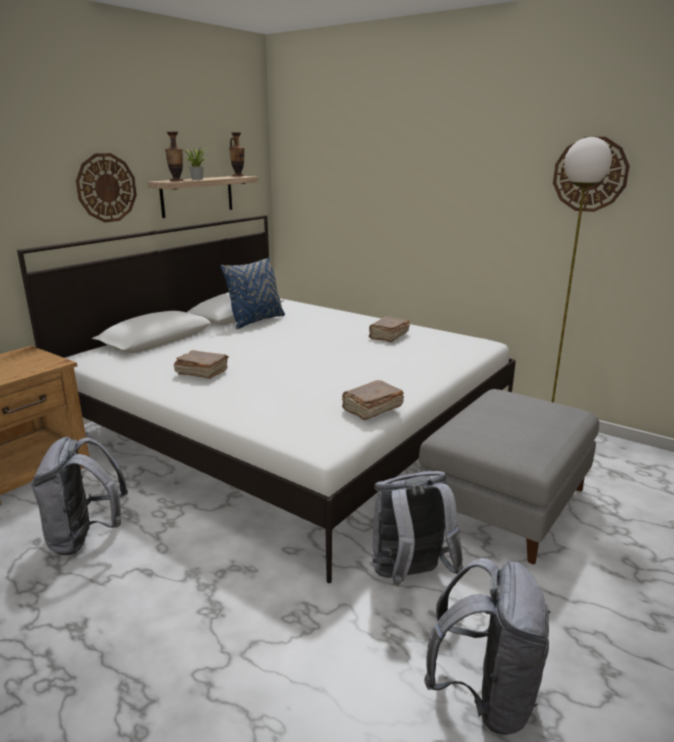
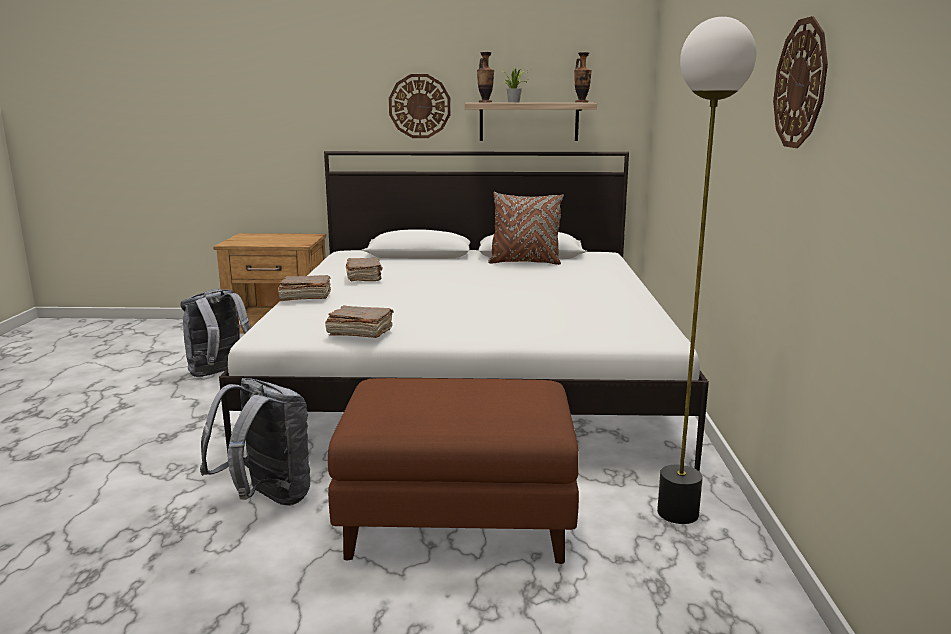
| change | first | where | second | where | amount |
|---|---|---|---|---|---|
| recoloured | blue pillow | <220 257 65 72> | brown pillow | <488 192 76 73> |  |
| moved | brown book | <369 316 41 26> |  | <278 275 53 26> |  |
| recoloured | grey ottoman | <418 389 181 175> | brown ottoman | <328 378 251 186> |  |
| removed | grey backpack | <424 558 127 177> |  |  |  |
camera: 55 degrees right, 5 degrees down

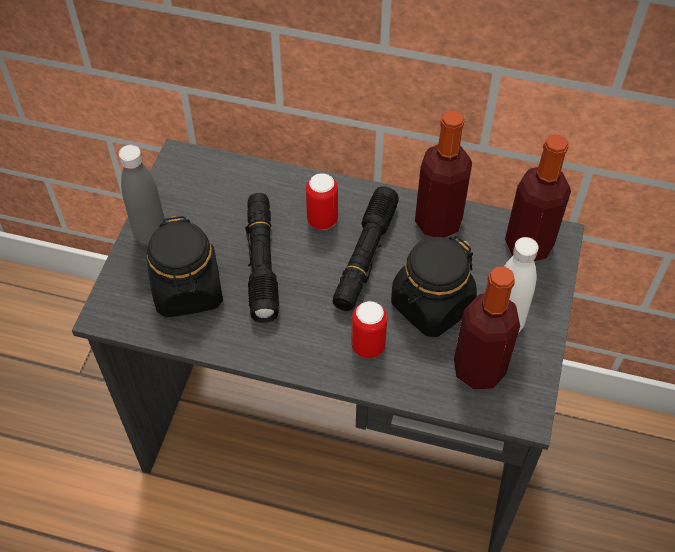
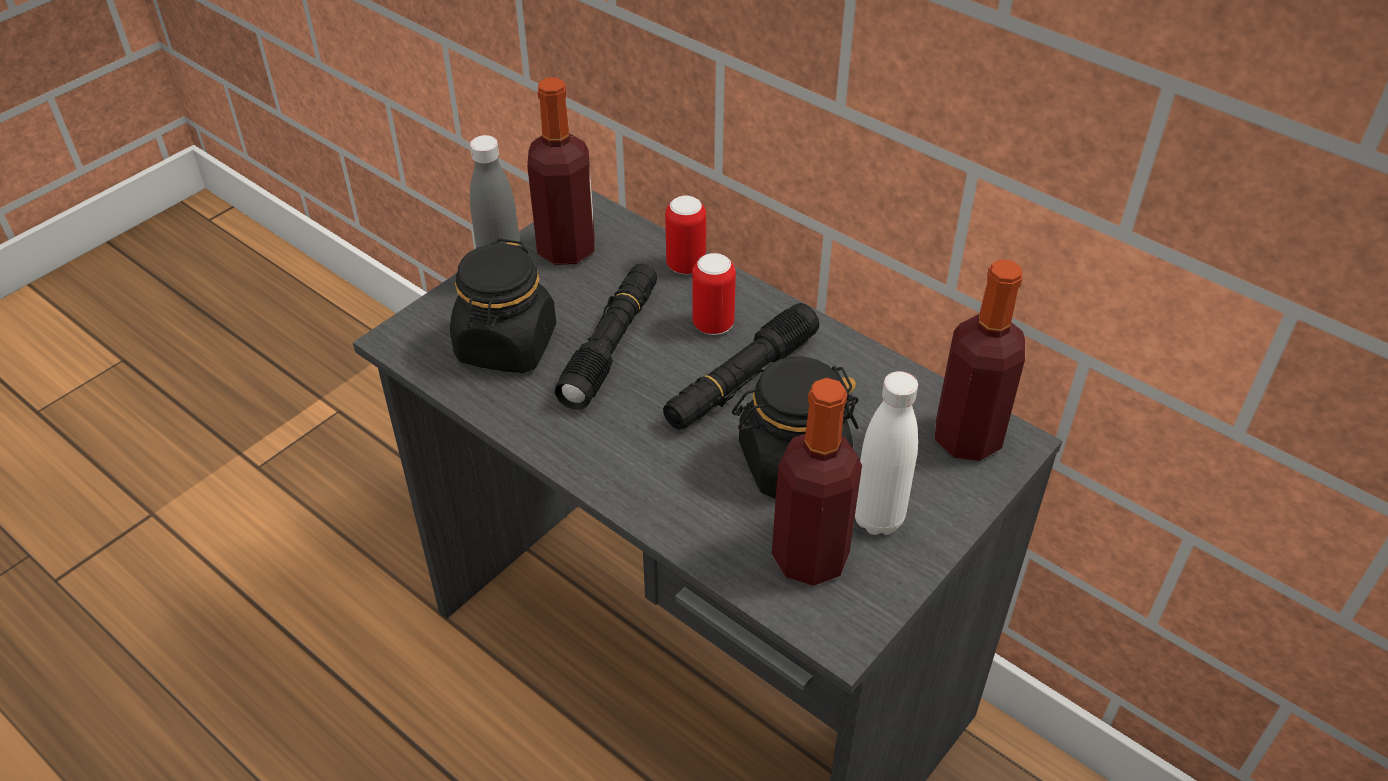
| change | first | where | second | where | amount |
|---|---|---|---|---|---|
| moved | can | <351 301 36 57> |  | <665 196 41 78> |  |
| moved | bottle | <415 110 57 128> |  | <527 77 68 188> |  |
camera: 25 degrees right, 10 degrees down

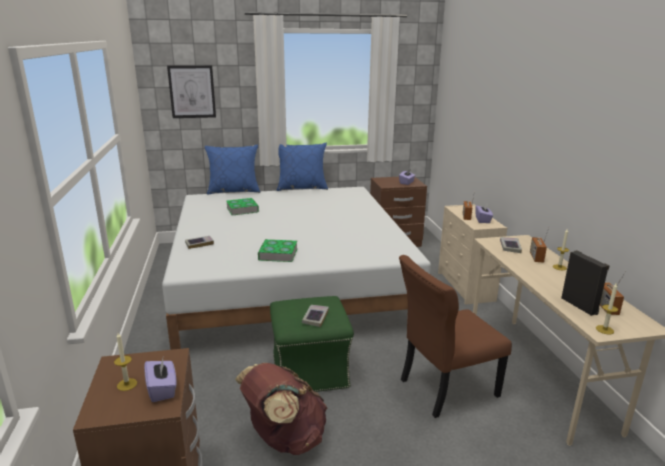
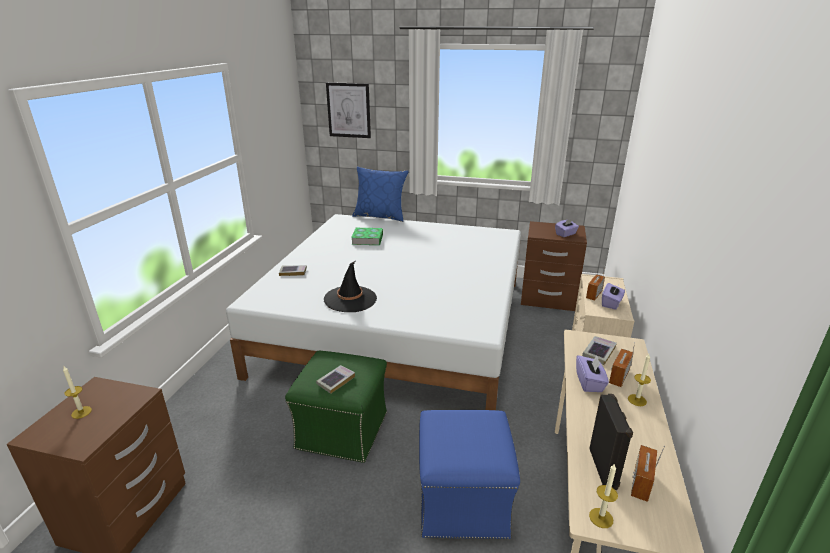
| change | first | where | second | where | amount |
|---|---|---|---|---|---|
| moved | purple tissue box | <144 359 32 43> |  | <576 355 33 37> |  |
| removed | brown backpack | <235 363 92 92> |  |  |  |
| replaced | book | <258 239 40 23> | black hat | <324 261 53 51> |  |
| removed | blue pillow | <277 143 51 48> |  |  |  |
| replaced | brown chair | <399 255 113 163> | blue ottoman | <419 410 101 129> |  |
camera: 25 degrees right, 5 degrees up

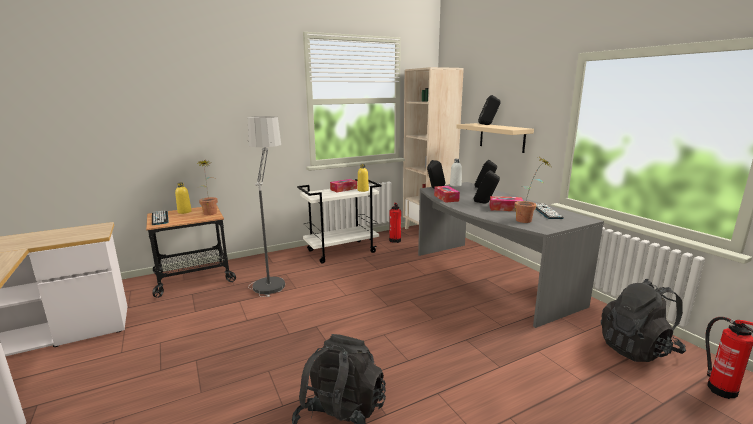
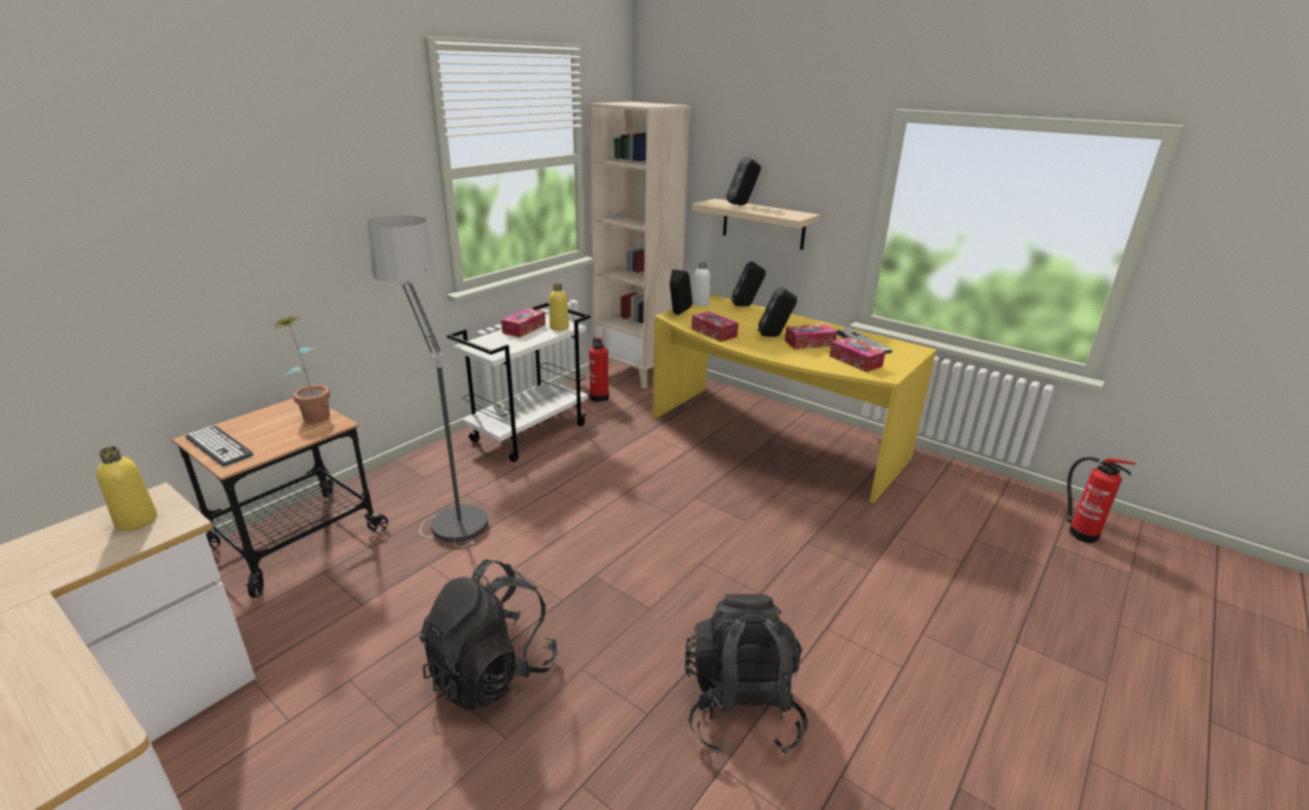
| change | first | where | second | where | amount |
|---|---|---|---|---|---|
| moved | yellow bottle | <175 182 17 32> |  | <97 446 60 85> |  |
| recoloured | grey desk | <418 182 186 146> | yellow desk | <652 294 285 210> |  |
| replaced | potted plant | <515 157 36 66> | tissue box | <829 337 56 35> |  |
| moved | black backpack | <601 279 85 83> |  | <419 559 139 152> |  |
camera: 25 degrees left, 10 degrees up

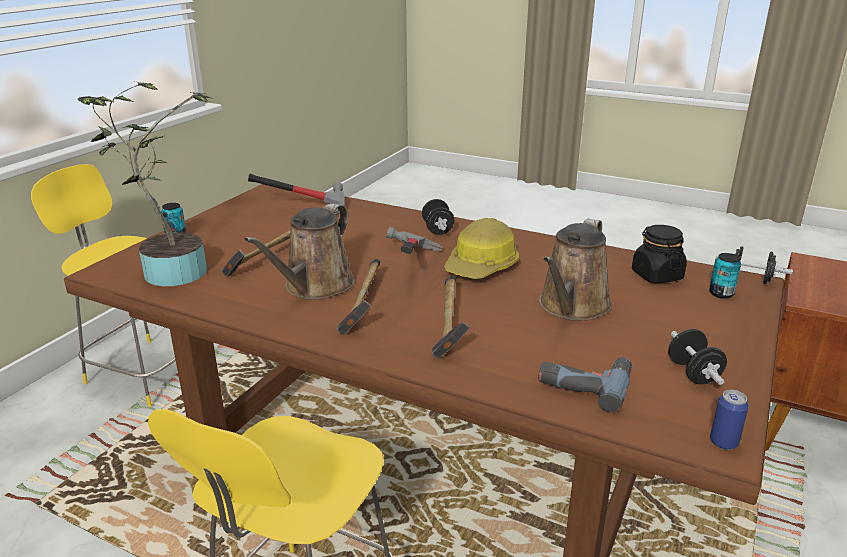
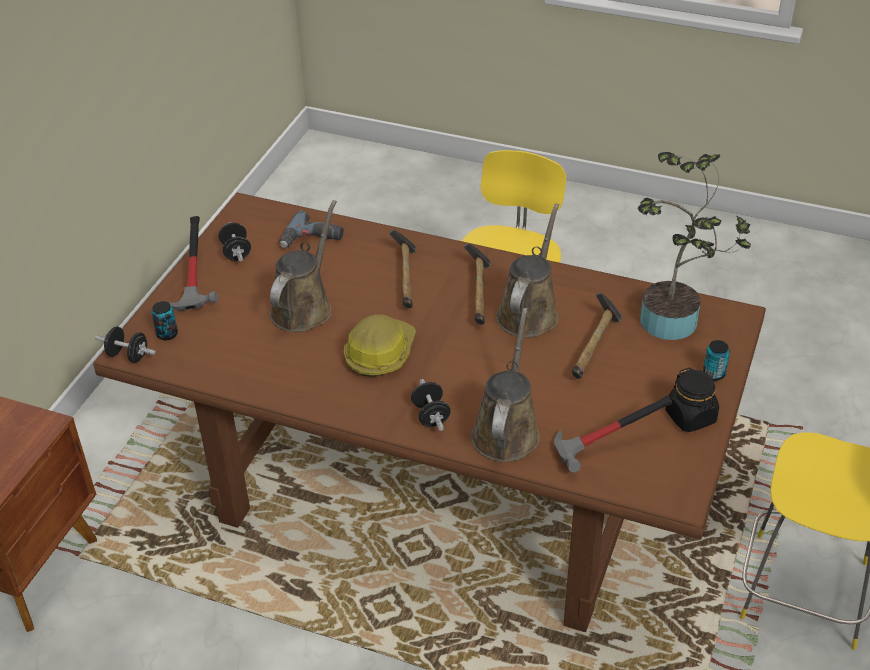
| change | first | where | second | where | amount |
|---|---|---|---|---|---|
| moved | hammer | <386 227 57 27> |  | <168 216 50 95> |  |
| moved | black jar | <632 225 55 58> |  | <665 367 54 65> |  |
| removed | can | <710 390 39 60> |  |  |  |
| added |  |  | brown watering can | <471 308 69 154> |  |
camera: 175 degrees right, 15 degrees up

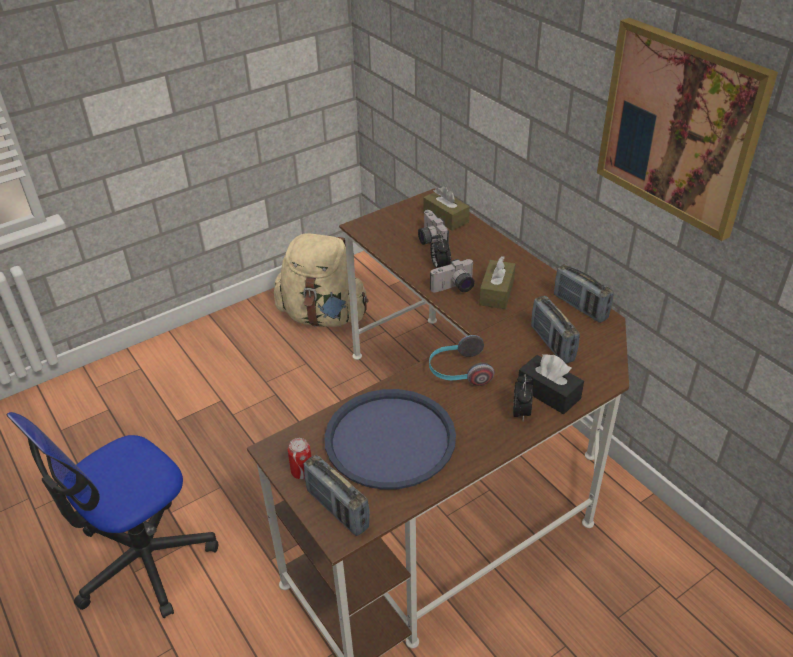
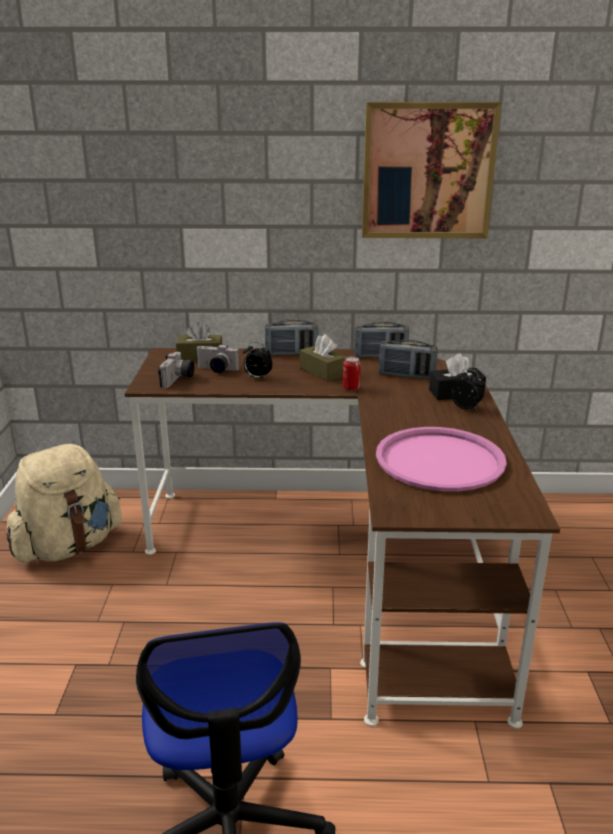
| change | first | where | second | where | amount |
|---|---|---|---|---|---|
| moved | can | <288 438 24 41> |  | <343 357 18 34> |  |
| moved | radio | <303 455 67 81> |  | <265 320 53 36> |  |
| recoloured | blue tray | <324 389 132 101> | pink tray | <376 427 131 65> |  |
| removed | headphones | <429 335 65 51> |  |  |  |
| moved | photo camera | <430 259 45 34> |  | <158 352 36 36> |  |
camera: 55 degrees left, 15 degrees down

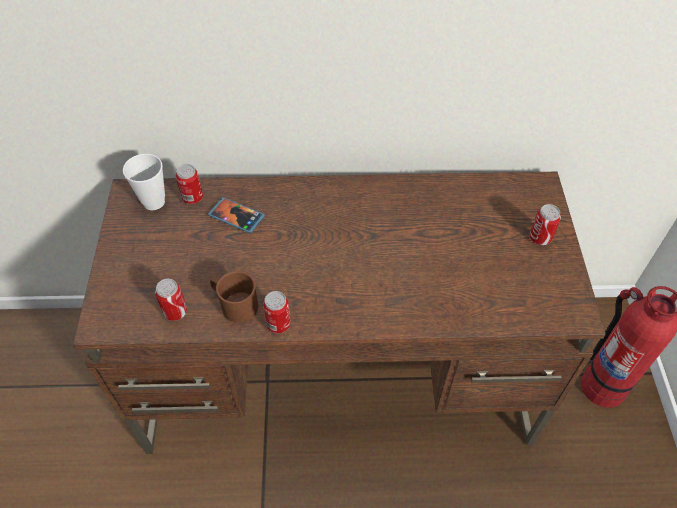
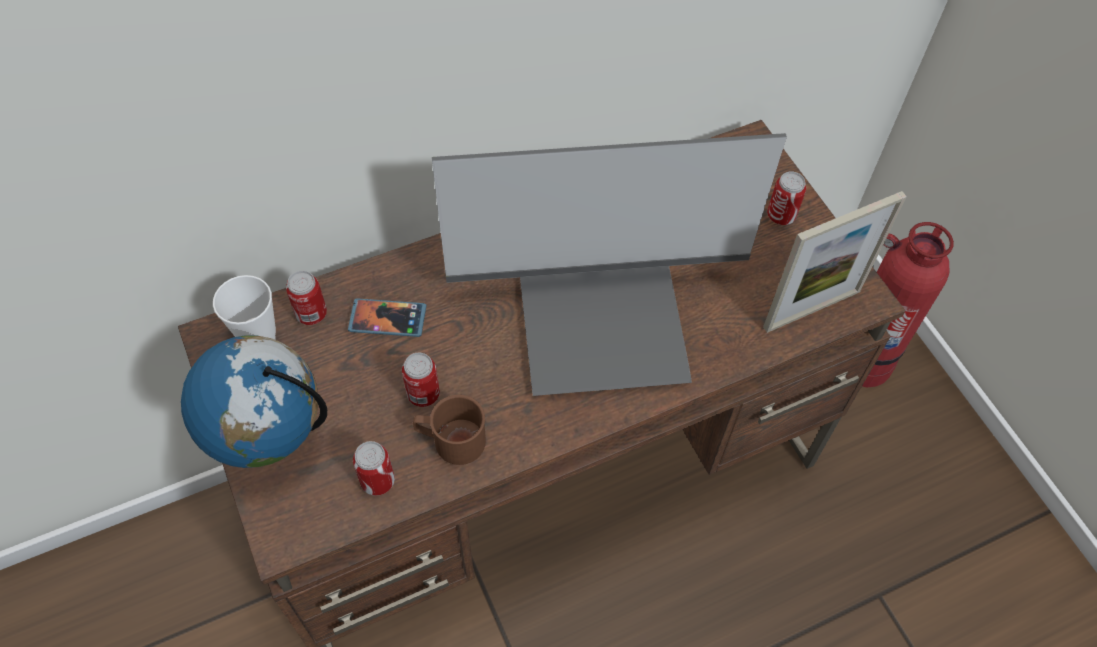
| change | first | where | second | where | amount |
|---|---|---|---|---|---|
| moved | can | <263 291 28 42> |  | <402 352 38 55> |  |
| added |  |  | globe | <181 335 146 133> |  |
| added |  |  | monitor | <432 133 355 263> |  |
| added |  |  | picture frame | <763 191 144 142> |  |
camera: 25 degrees left, 5 degrees up

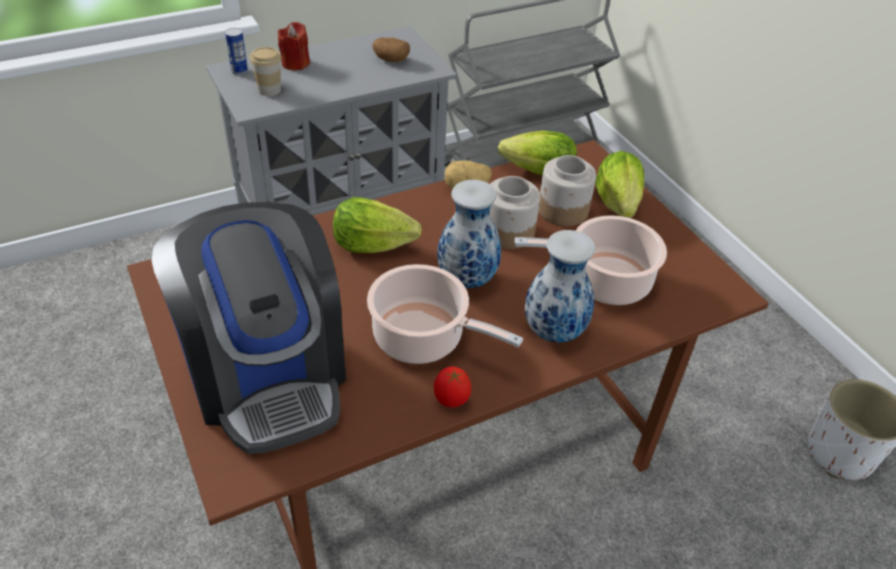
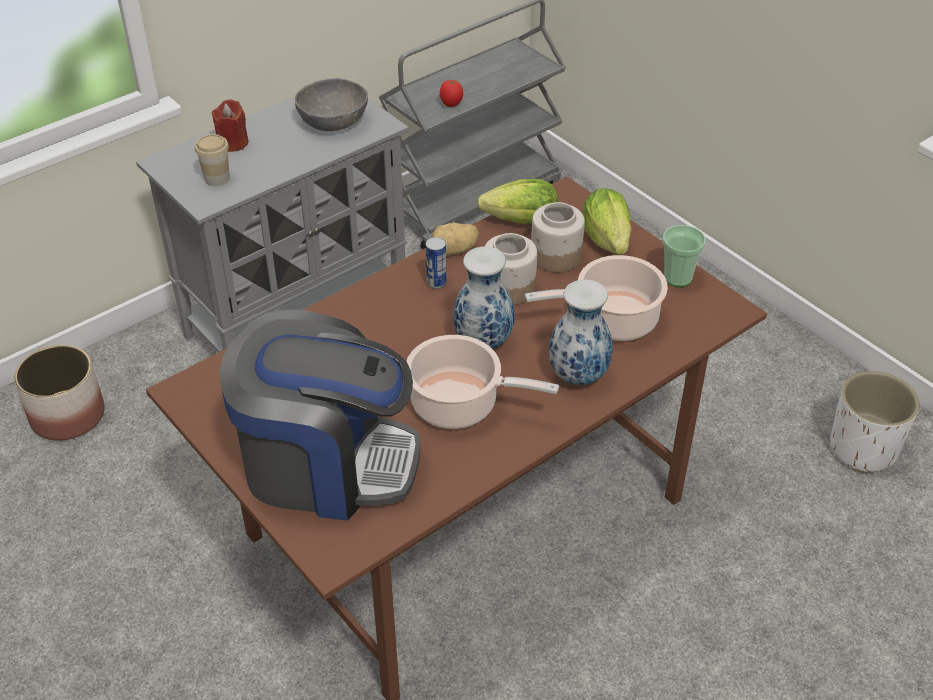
| change | first | where | second | where | amount |
|---|---|---|---|---|---|
| turned | coffee machine | <152 202 194 252> |  | <219 310 202 211> | 45 degrees counterclockwise |
| moved | can | <225 28 23 47> |  | <426 237 20 52> |  |
| removed | lettuce | <333 197 89 56> |  |  |  |
| replaced | potato | <372 38 38 24> | grey bowl | <295 78 73 53> |  |
| moved | tomato | <434 367 37 41> |  | <440 80 23 27> |  |
| added |  |  | planter | <14 345 91 96> |  |
| added |  |  | cup | <663 225 43 62> |  |
camera: 10 degrees left, 0 degrees up

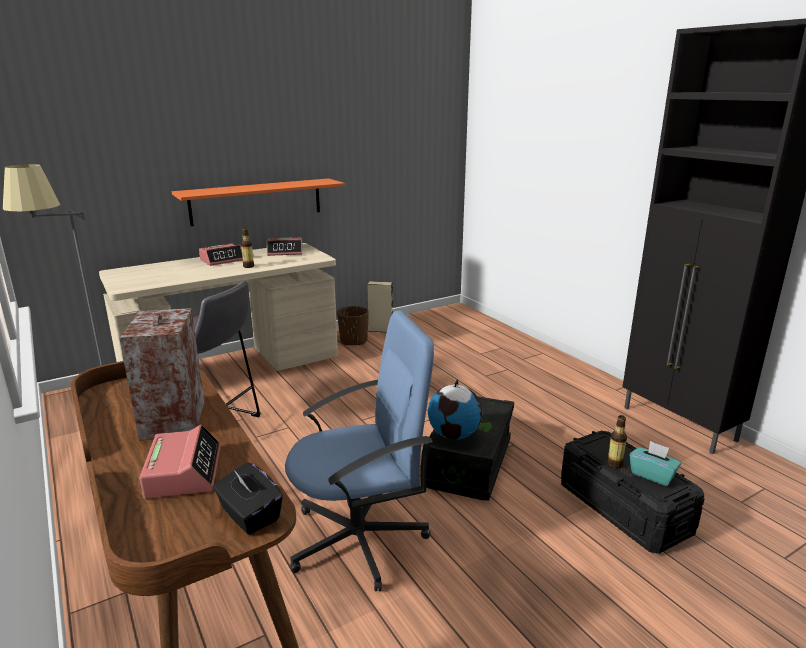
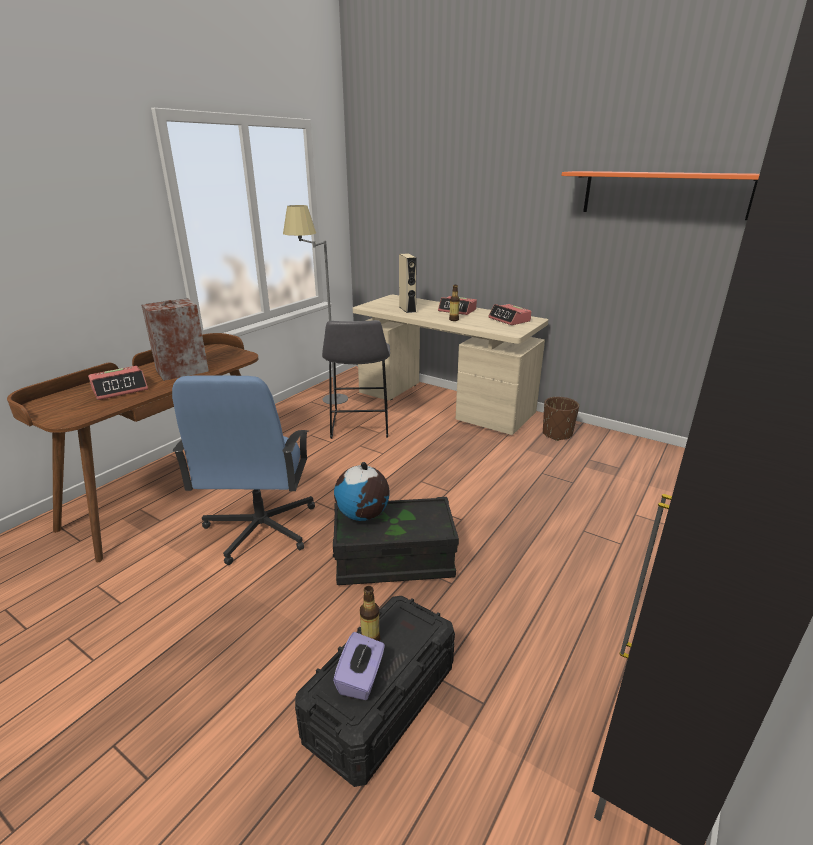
| change | first | where | second | where | amount |
|---|---|---|---|---|---|
| moved | orange shelf | <172 178 173 48> |  | <561 171 199 49> |  |
| removed | black tissue box | <213 462 70 73> |  |  |  |
| turned | blue office chair | <285 311 149 280> |  | <172 375 143 190> | 45 degrees clockwise |
| moved | beige speaker | <367 281 26 51> |  | <399 253 18 60> |  |
| recoloured | turquoise tissue box | <630 441 51 45> | purple tissue box | <333 632 52 68> |  |
camera: 65 degrees right, 5 degrees up

